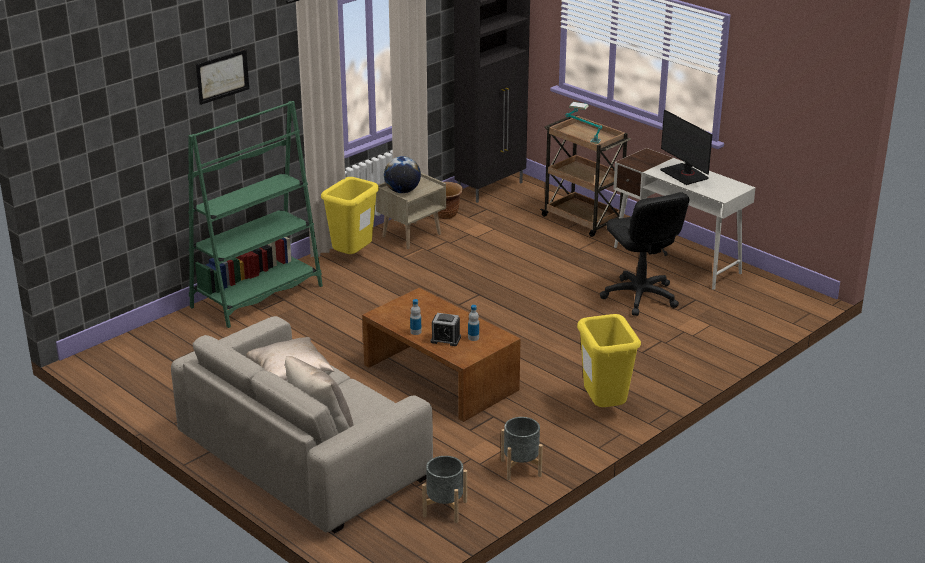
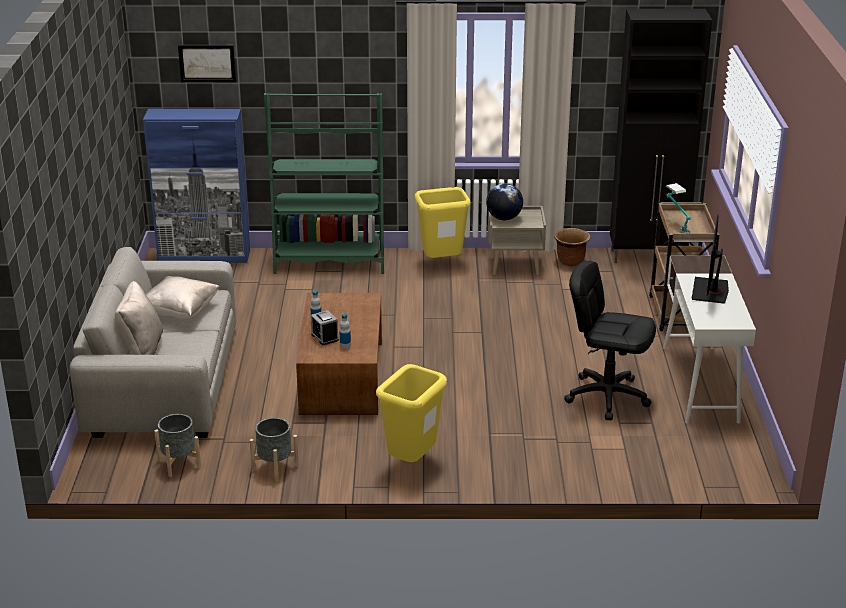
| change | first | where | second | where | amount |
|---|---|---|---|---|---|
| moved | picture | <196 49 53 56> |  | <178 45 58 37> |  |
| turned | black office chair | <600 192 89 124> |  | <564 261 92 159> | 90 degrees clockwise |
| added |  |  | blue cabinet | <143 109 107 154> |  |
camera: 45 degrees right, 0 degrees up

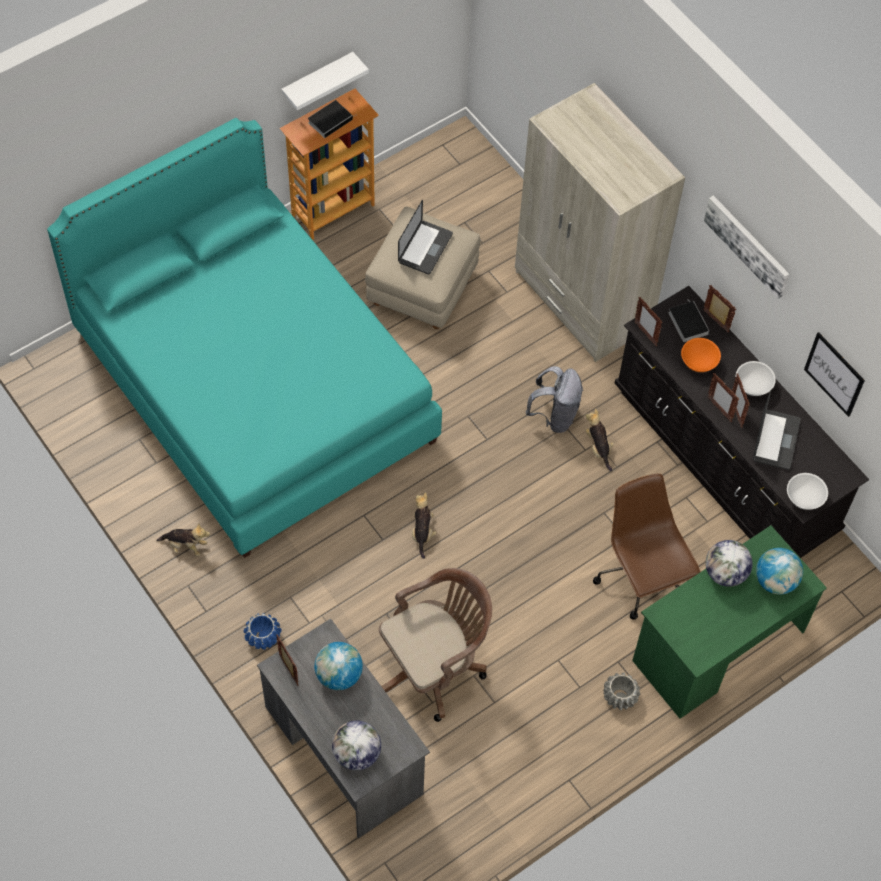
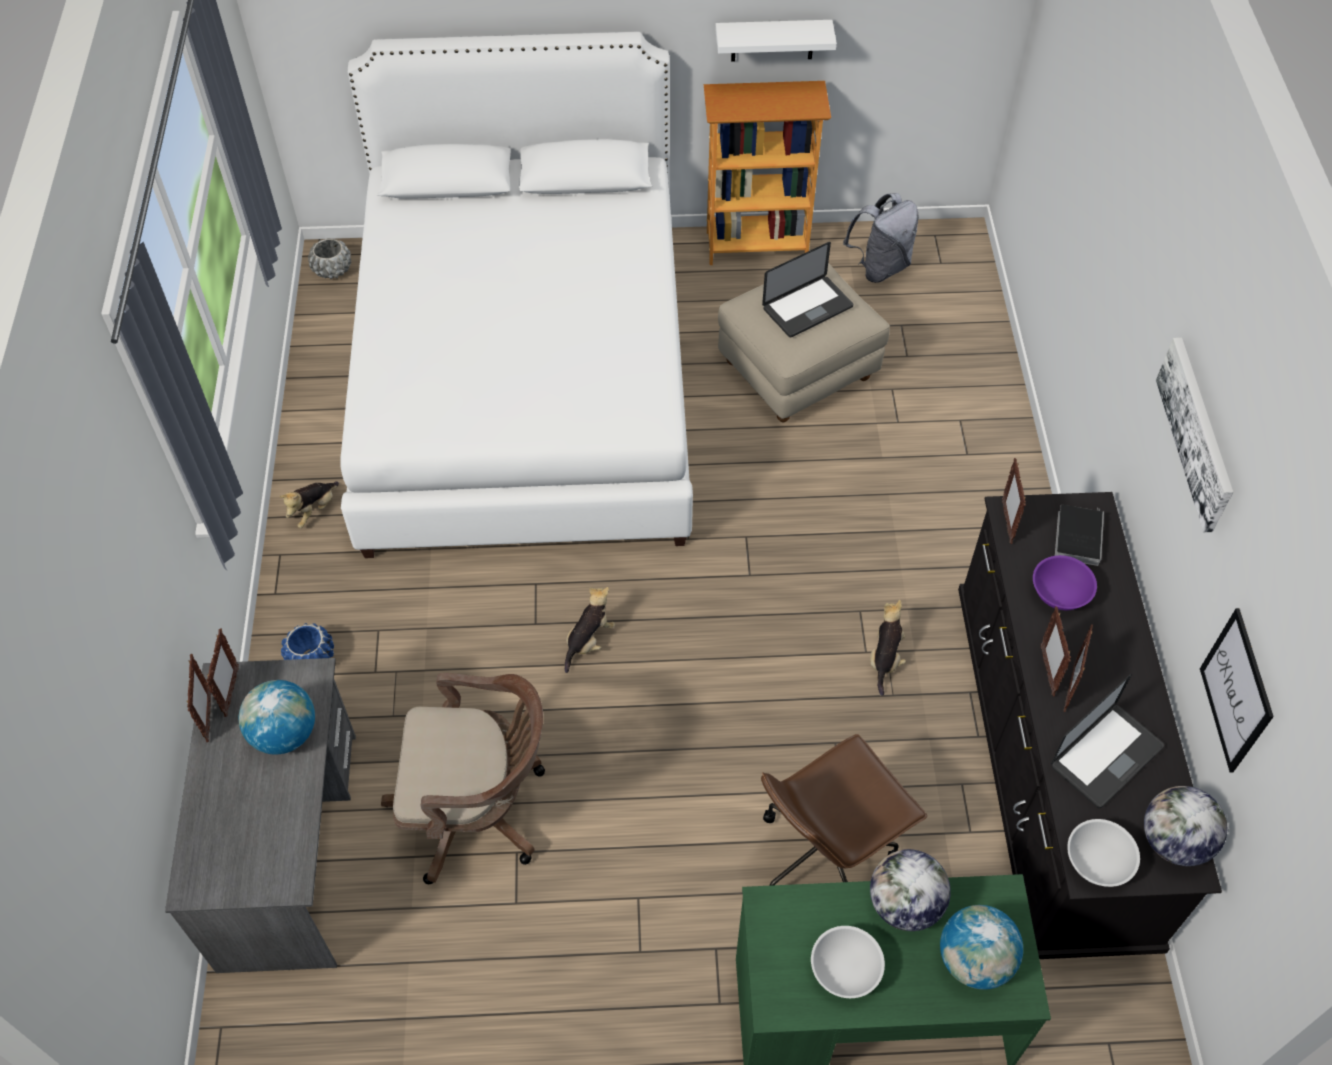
| change | first | where | second | where | amount |
|---|---|---|---|---|---|
| recoloured | turquoise bed | <47 118 395 440> | white bed | <340 31 353 527> |  |
| turned | plush toy | <157 523 53 33> |  | <279 481 60 47> | 75 degrees clockwise |
| removed | book | <308 100 49 38> |  |  |  |
| moved | globe | <332 721 49 49> |  | <1144 786 83 80> |  |
| removed | beige wardrobe | <515 83 170 279> |  |  |  |
| moved | grey backpack | <526 366 57 67> |  | <843 193 76 90> |  |
| turned | brown office chair | <593 473 108 147> |  | <761 734 166 152> | 135 degrees counterclockwise |
| moved | grey planter | <603 673 37 37> |  | <308 238 43 41> |  |
| recoloured | orange bowl | <681 338 40 34> | purple bowl | <1033 555 64 55> |  |
| moved | picture frame | <703 285 33 47> |  | <186 654 25 88> |  |
| moved | white bowl | <736 361 40 35> |  | <811 926 74 72> |  |
camera: 35 degrees right, 5 degrees down

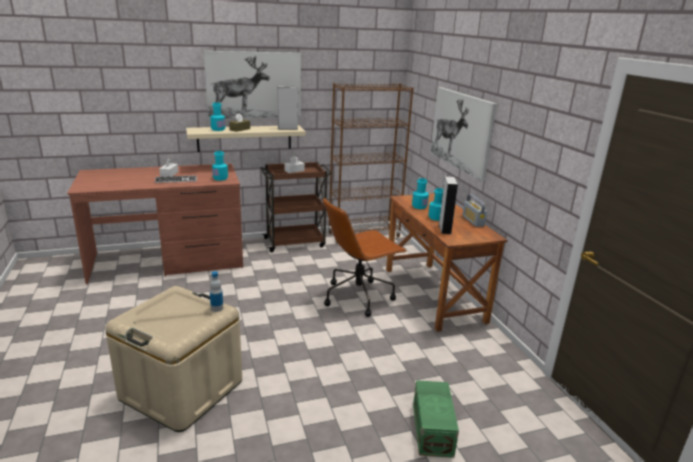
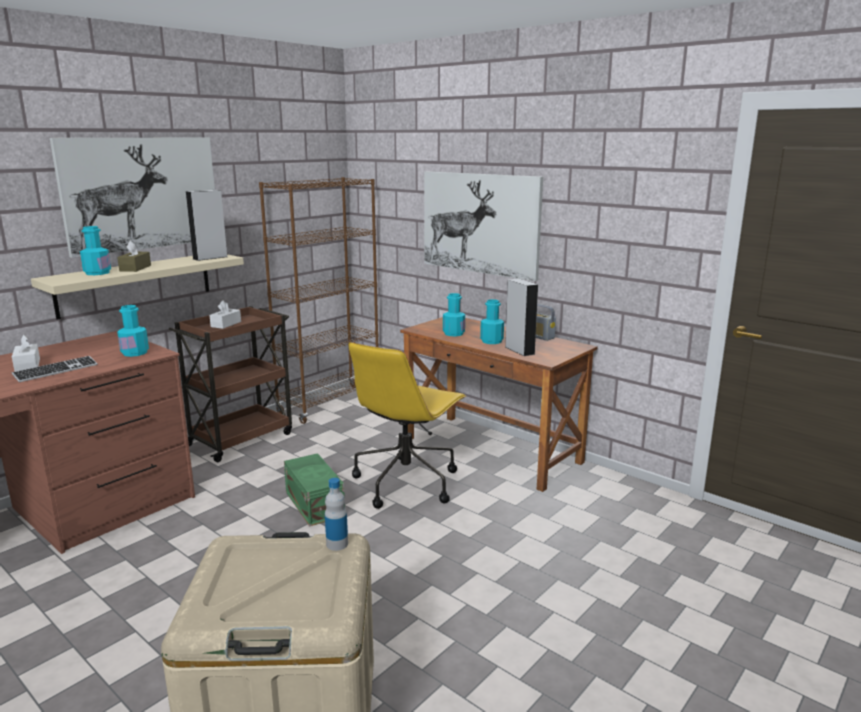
| change | first | where | second | where | amount |
|---|---|---|---|---|---|
| recoloured | brown office chair | <323 198 84 119> | yellow office chair | <349 342 117 167> |  |
| moved | green storage box | <413 380 46 78> |  | <284 453 61 73> |  |
camera: 30 degrees left, 5 degrees down

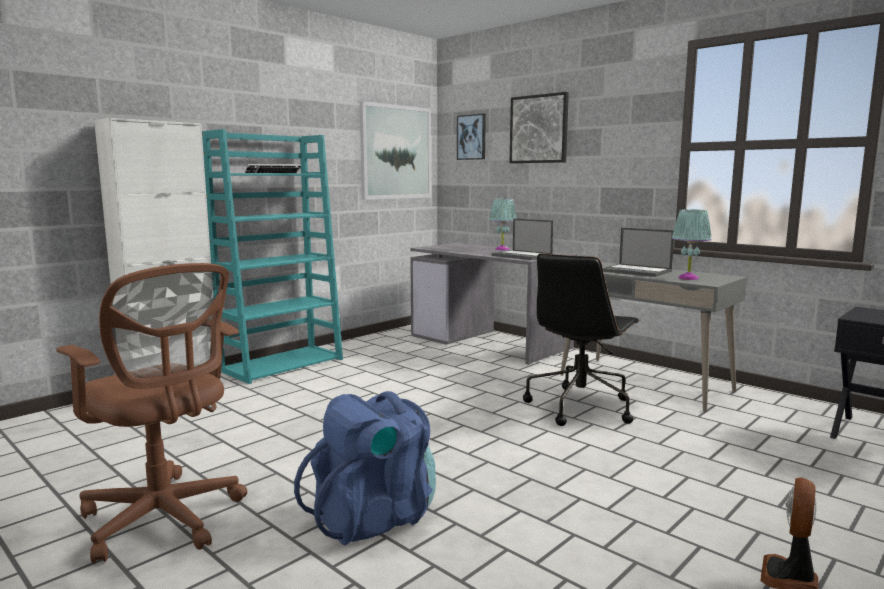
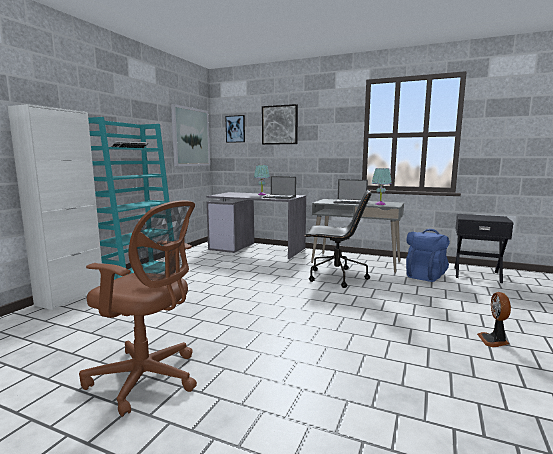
| change | first | where | second | where | amount |
|---|---|---|---|---|---|
| moved | blue backpack | <294 391 142 154> |  | <406 229 44 53> |  |
| turned | black office chair | <523 253 117 173> |  | <305 190 67 98> | 90 degrees counterclockwise |
camera: 20 degrees left, 0 degrees up

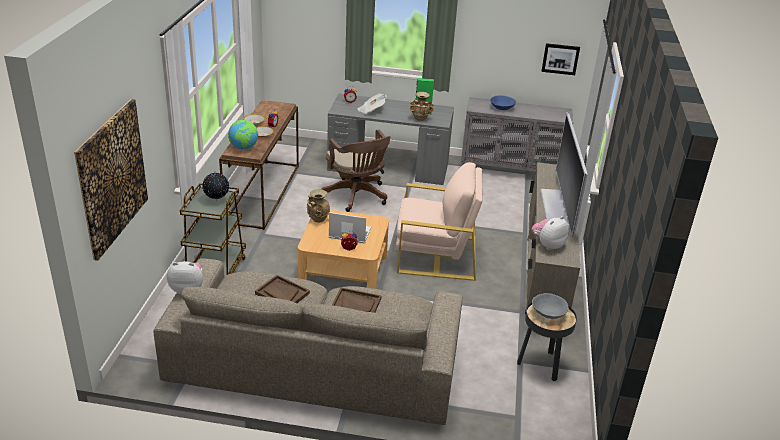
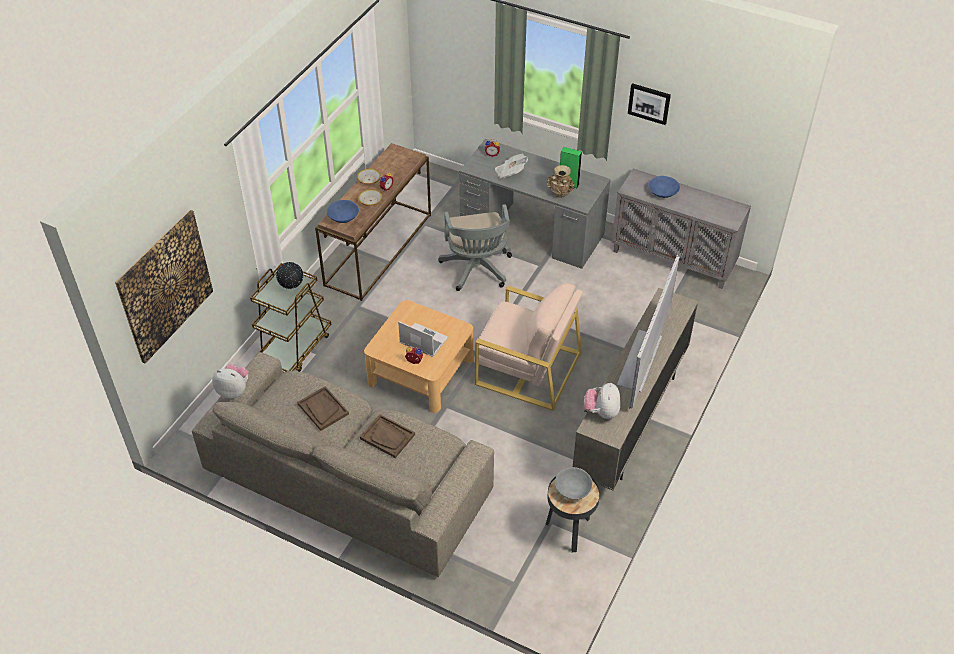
| change | first | where | second | where | amount |
|---|---|---|---|---|---|
| replaced | globe | <228 120 30 30> | blue bowl | <327 200 32 23> |  |
| removed | beige vase | <307 189 23 34> |  |  |  |
| recoloured | brown office chair | <322 129 68 83> | grey office chair | <438 204 74 87> |  |
| turned | plush toy | <531 216 38 35> |  | <584 383 37 36> | 60 degrees counterclockwise |
| moved | picture | <541 43 39 32> |  | <628 83 43 42> |  |
camera: 20 degrees right, 15 degrees up

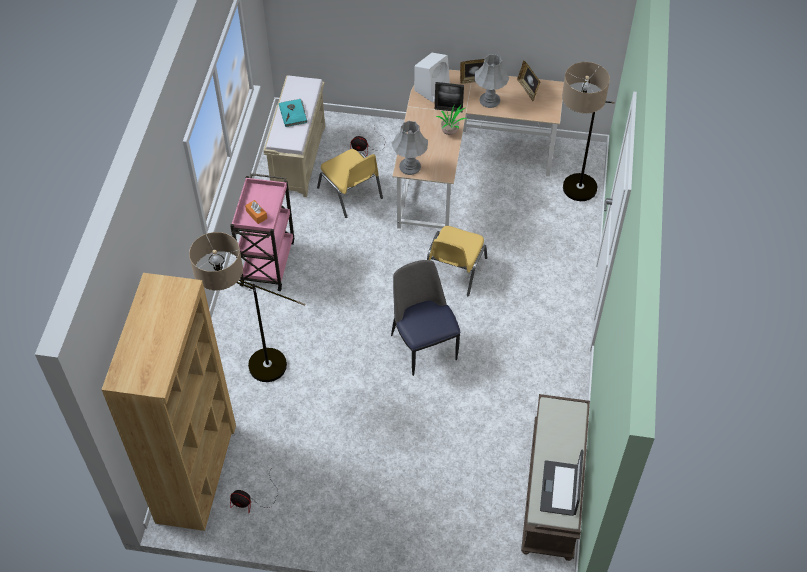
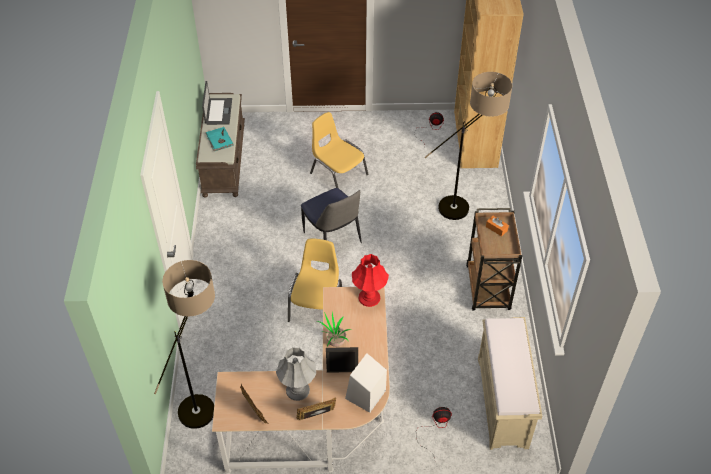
| change | first | where | second | where | amount |
|---|---|---|---|---|---|
| recoloured | pink cart | <230 173 64 118> | brown cart | <466 208 56 103> |  |
| moved | turquoise book | <279 99 28 28> |  | <206 127 28 24> |  |
| moved | yellow chair | <317 149 66 69> |  | <310 112 59 77> |  |
| recoloured | grey table lamp | <392 120 36 55> | red table lamp | <352 254 37 53> |  |
camera: 170 degrees right, 5 degrees down

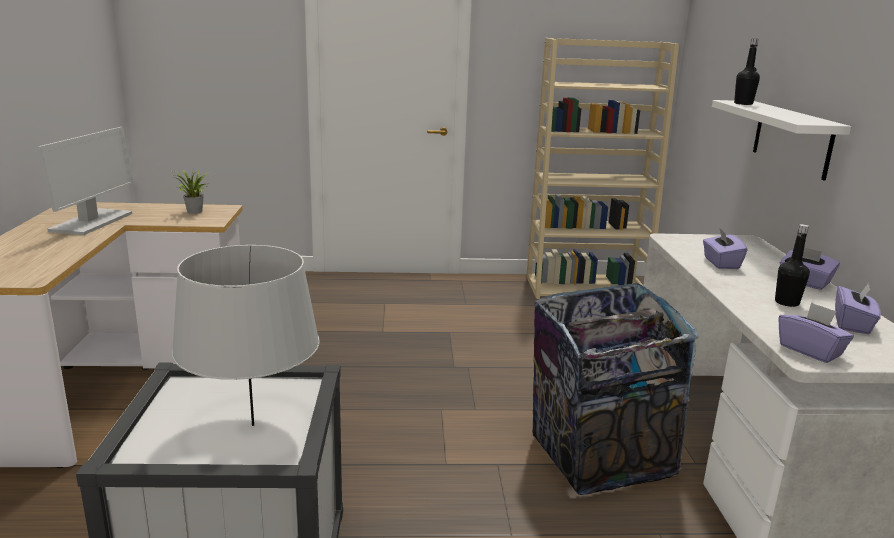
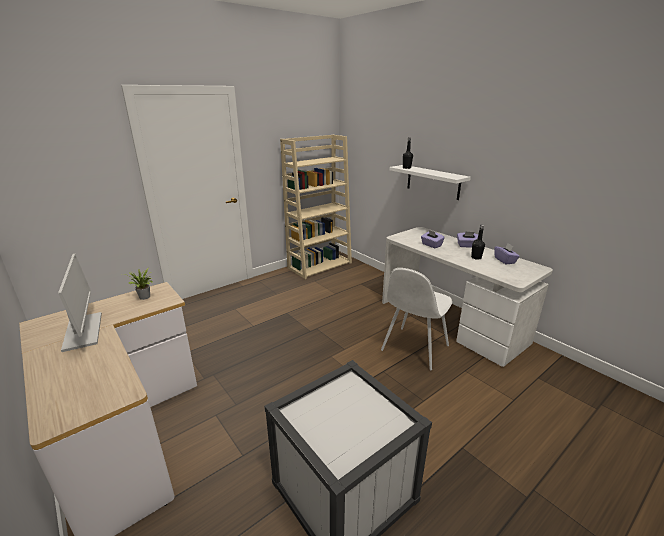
| change | first | where | second | where | amount |
|---|---|---|---|---|---|
| removed | grey table lamp | <172 245 148 181> |  |  |  |
| replaced | trash can | <532 283 166 212> | white chair | <381 268 71 103> |  |
| removed | purple tissue box | <778 302 76 61> |  |  |  |
camera: 35 degrees left, 5 degrees up

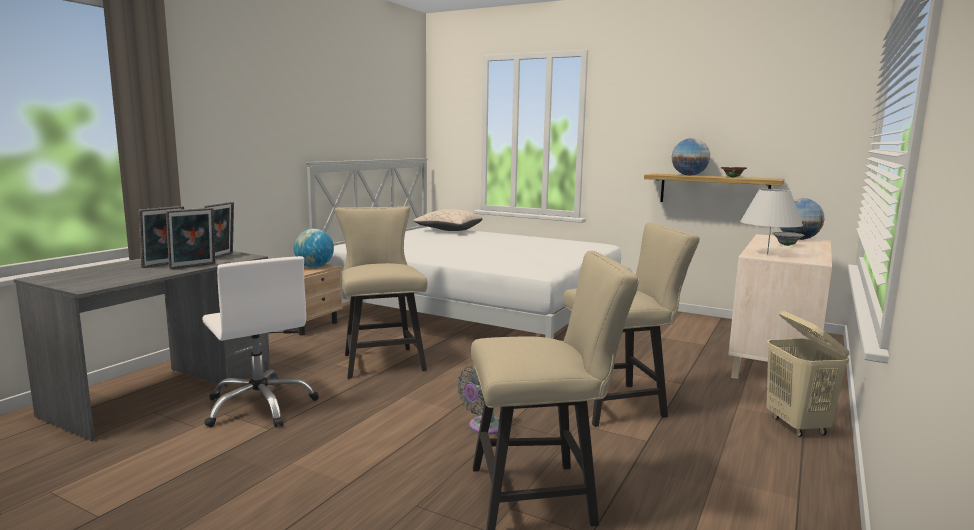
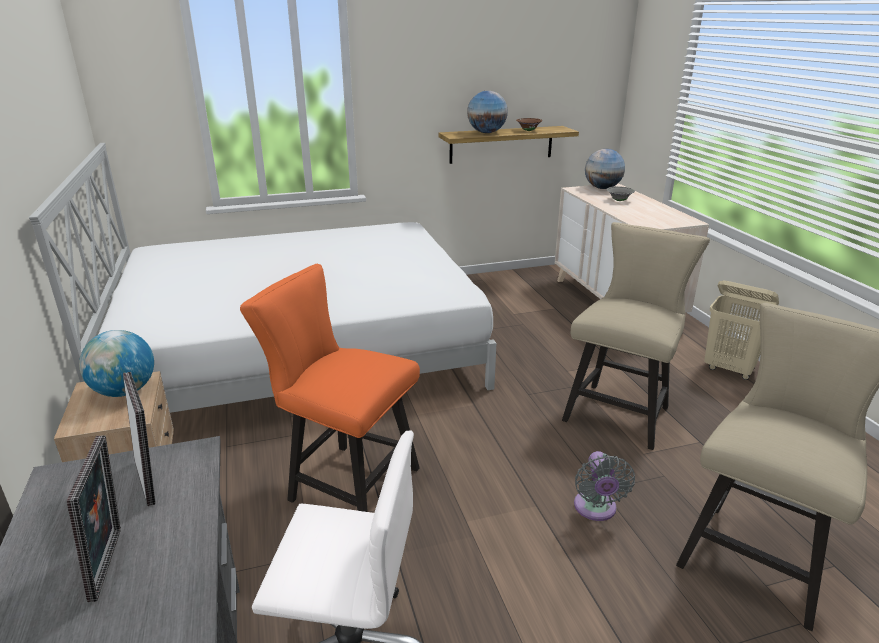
| change | first | where | second | where | amount |
|---|---|---|---|---|---|
| removed | picture frame | <166 208 49 61> |  |  |  |
| recoloured | beige chair | <335 206 92 173> | orange chair | <240 264 180 248> |  |
| removed | beige pillow | <413 209 69 22> |  |  |  |
| removed | white table lamp | <740 189 63 65> |  |  |  |
camera: 45 degrees left, 15 degrees up

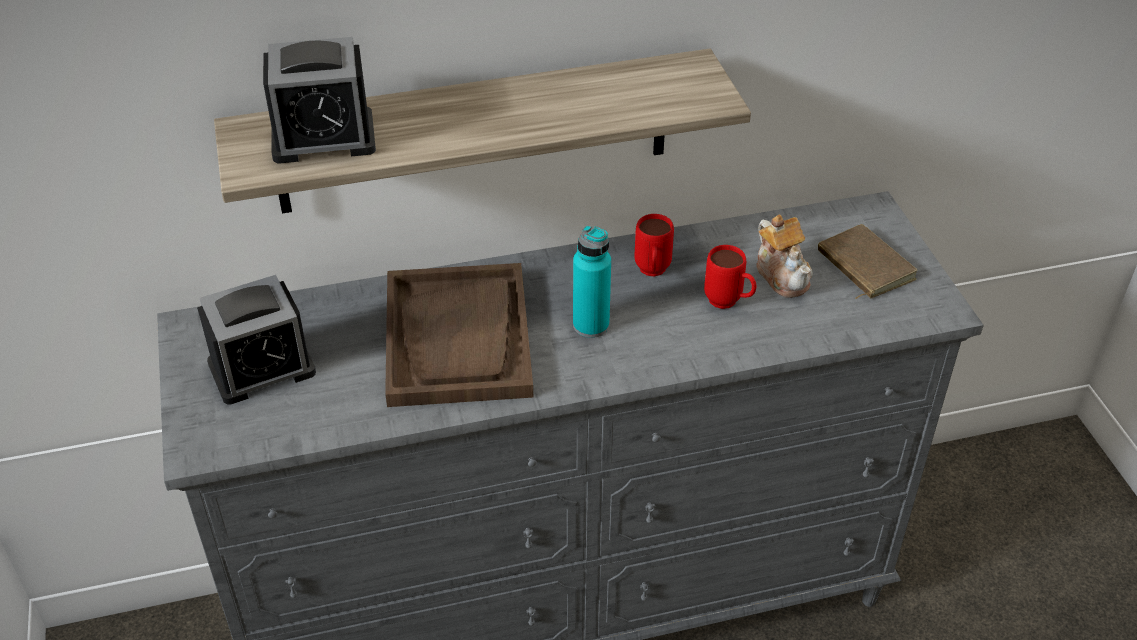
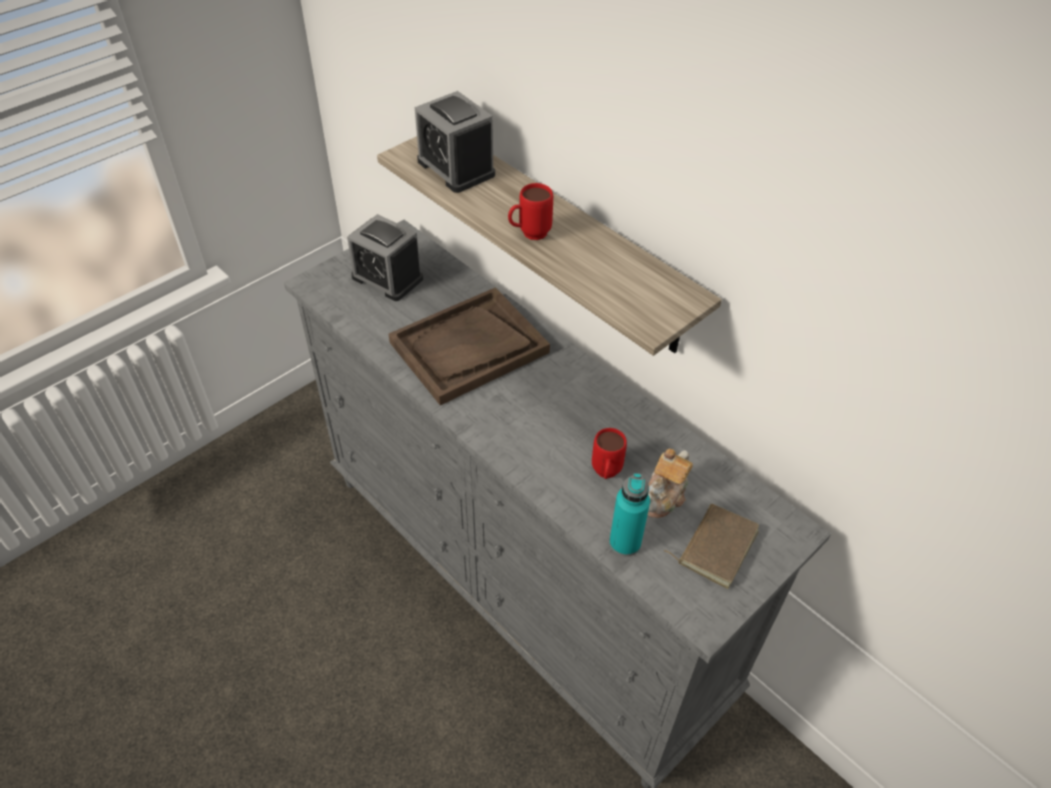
| change | first | where | second | where | amount |
|---|---|---|---|---|---|
| moved | turquoise bottle | <573 225 38 113> |  | <609 473 41 84> |  |
| moved | red mug | <635 214 39 63> |  | <508 183 45 57> |  |
camera: 60 degrees right, 5 degrees up

